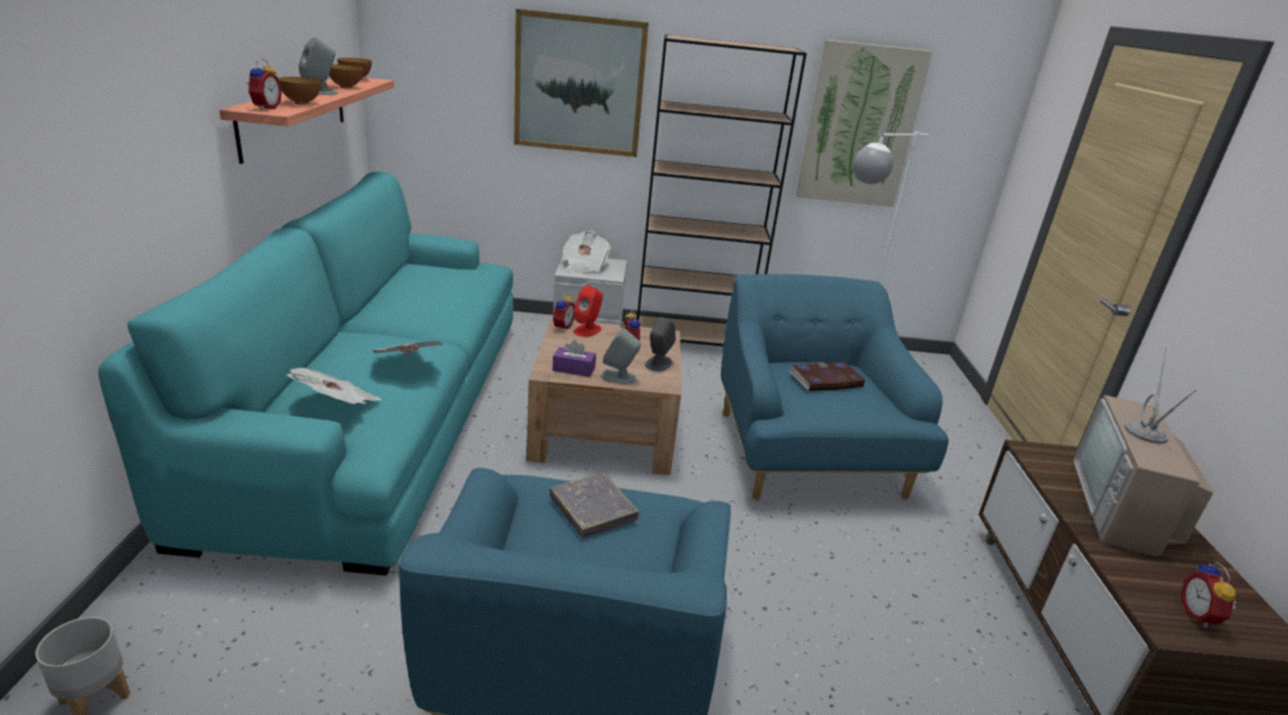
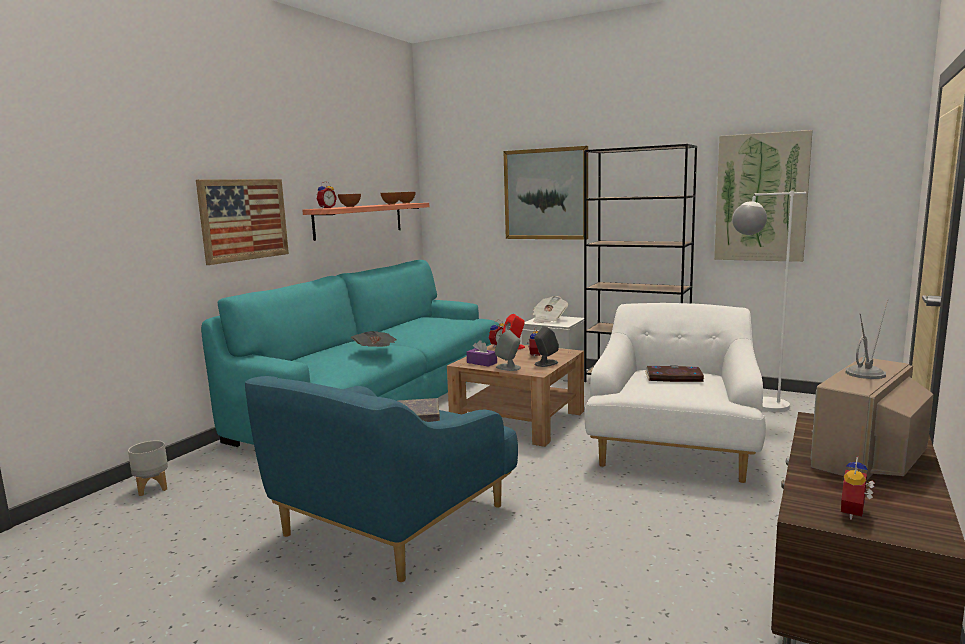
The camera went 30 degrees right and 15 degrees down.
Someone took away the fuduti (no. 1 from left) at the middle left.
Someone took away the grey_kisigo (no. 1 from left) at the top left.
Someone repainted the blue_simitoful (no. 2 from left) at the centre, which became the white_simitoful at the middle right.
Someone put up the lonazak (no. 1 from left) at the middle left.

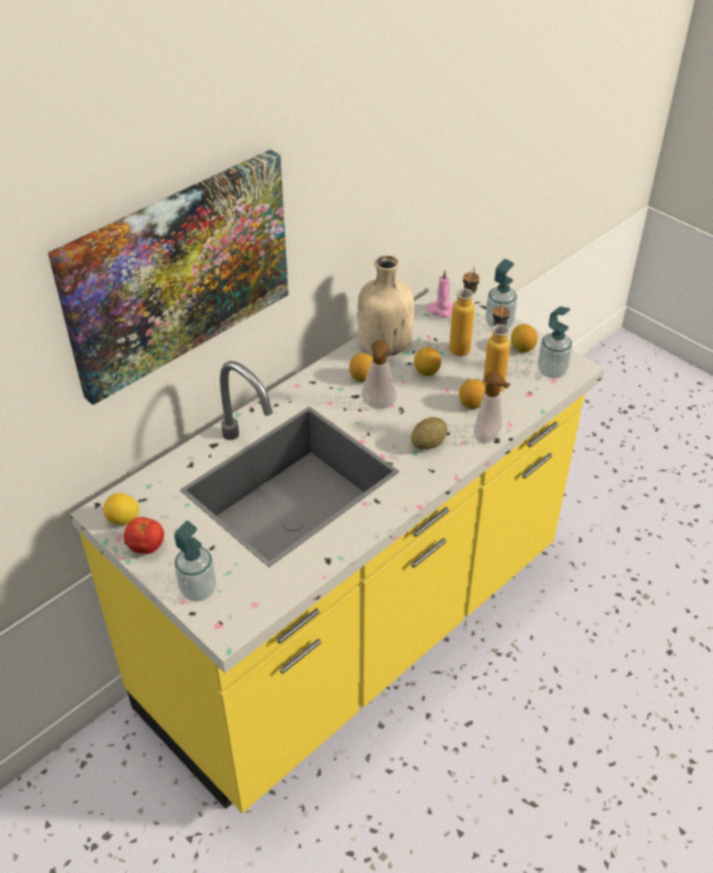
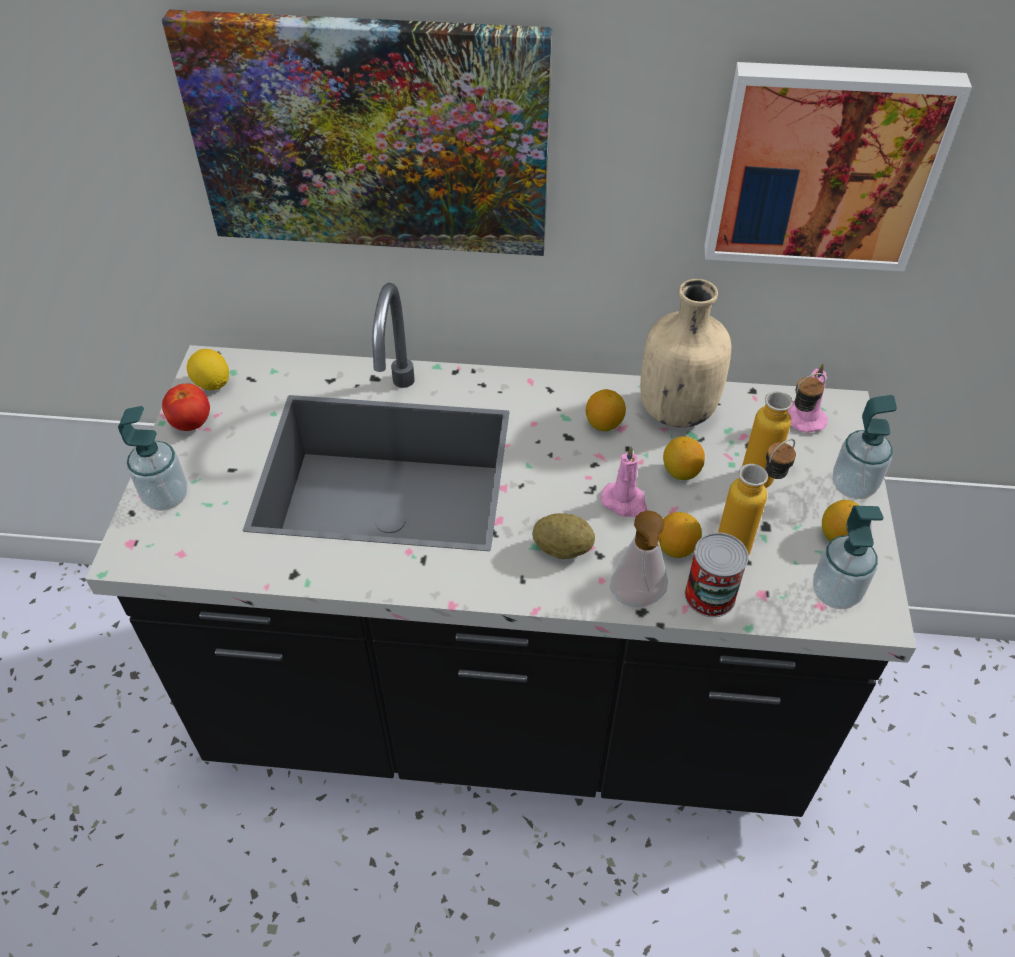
The camera went 50 degrees right and 5 degrees up.
Someone repainted the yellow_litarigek at the centre, which became the black_litarigek at the centre.
Someone took away the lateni (no. 2 from left) at the centre.
Someone put down the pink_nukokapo (no. 1 from left) at the centre.
Someone put down the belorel at the middle right.
Someone put up the lonazak (no. 2 from left) at the top right.

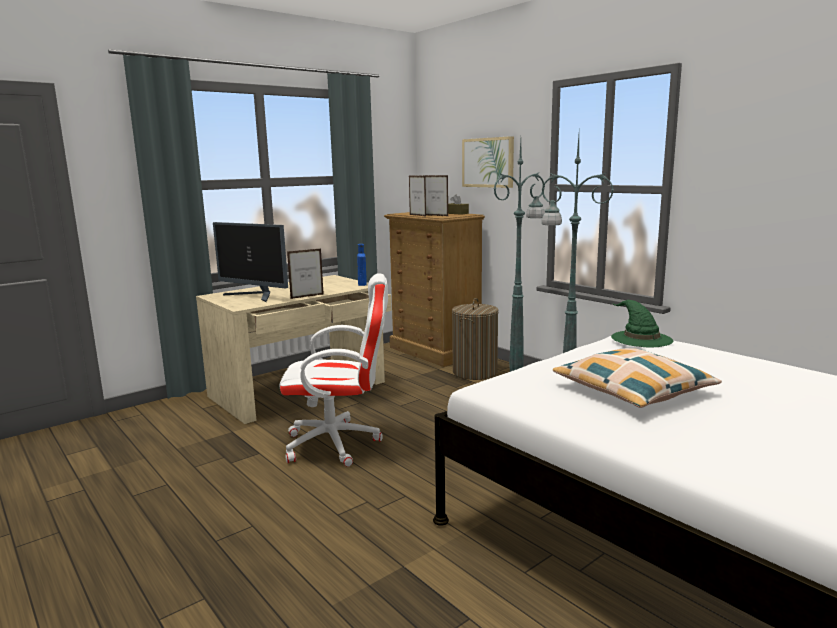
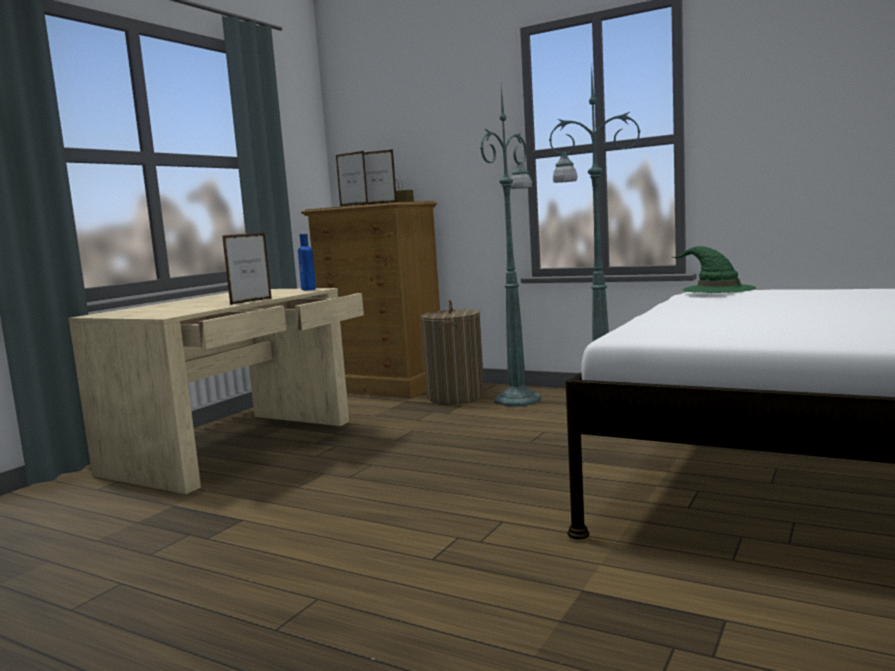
The camera went 20 degrees left and 5 degrees down.
Someone took away the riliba at the middle left.
Someone took away the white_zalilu at the centre.
Someone took away the lonazak at the top centre.
Someone took away the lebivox at the middle right.

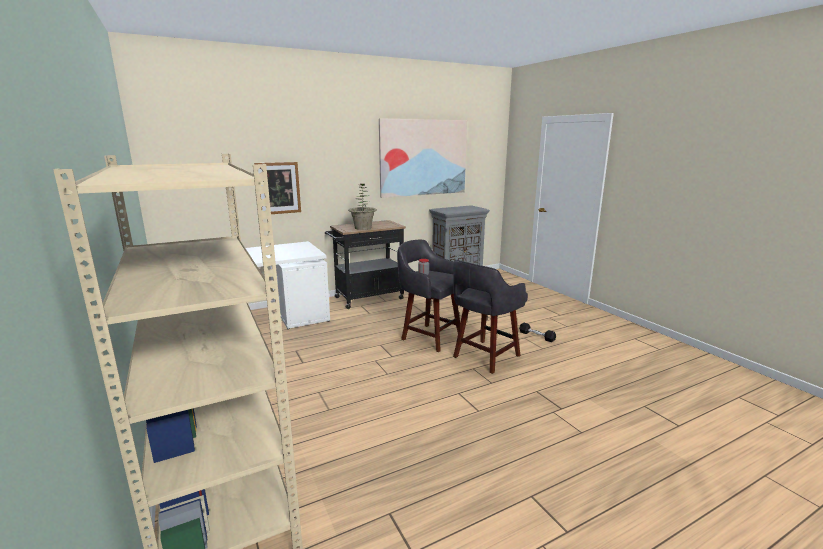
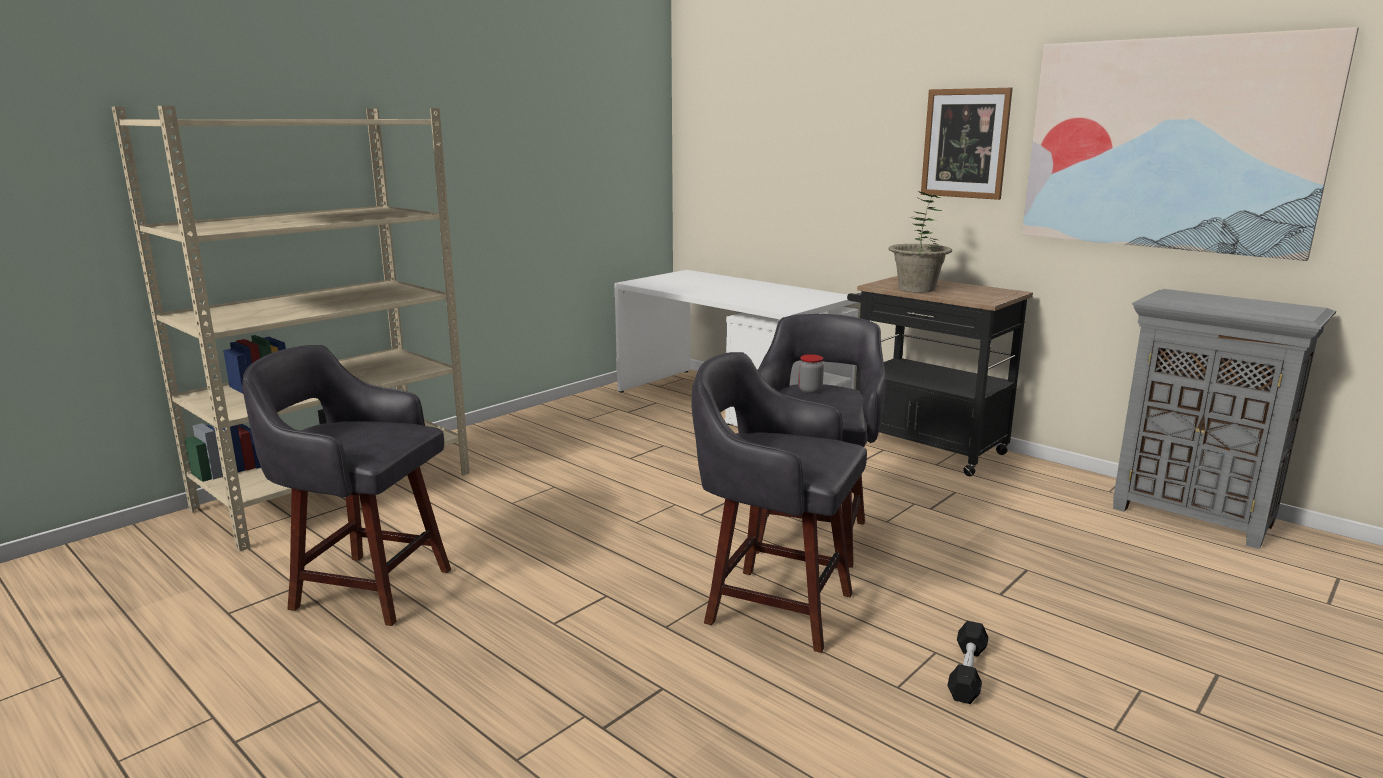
The camera went 70 degrees right and 0 degrees up.
Someone carried the lonazak (no. 1 from left) from the centre to the top right.
Someone put down the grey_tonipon (no. 1 from left) at the middle left.

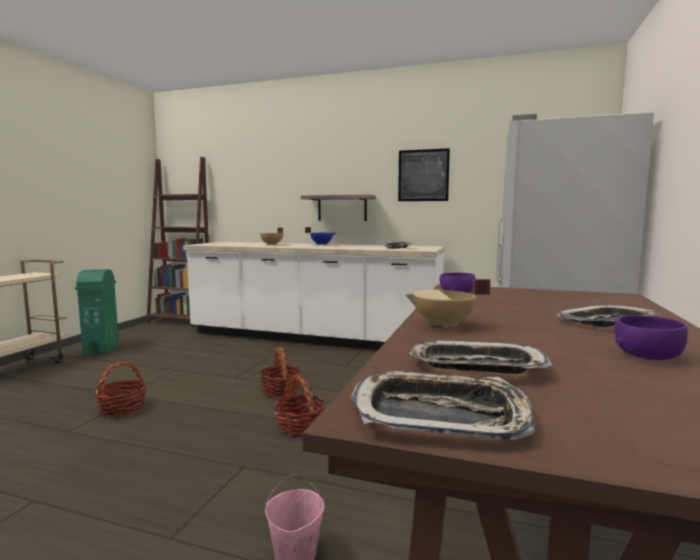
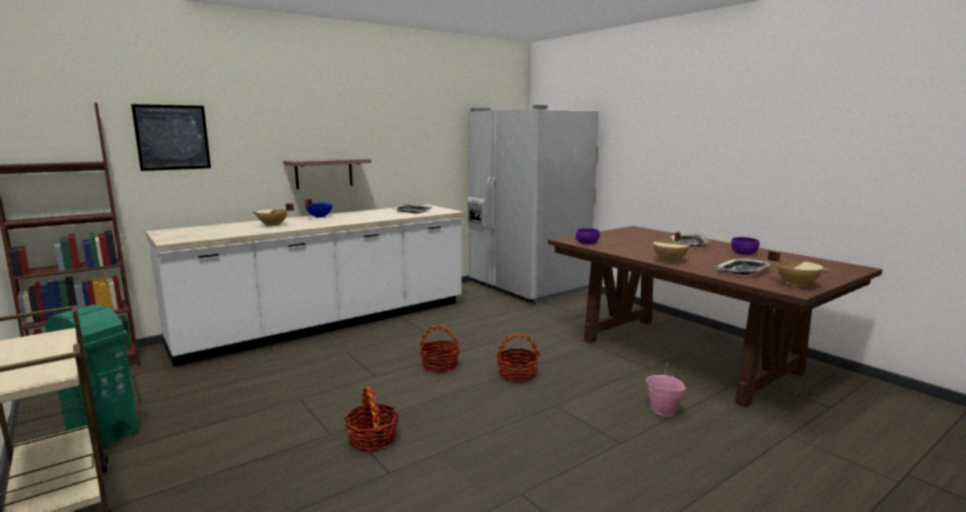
The camera went 55 degrees left and 5 degrees up.
Someone swapped the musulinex (no. 2 from left) at the bottom centre for the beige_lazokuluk (no. 3 from left) at the middle right.
Someone carried the lonazak from the top centre to the top left.

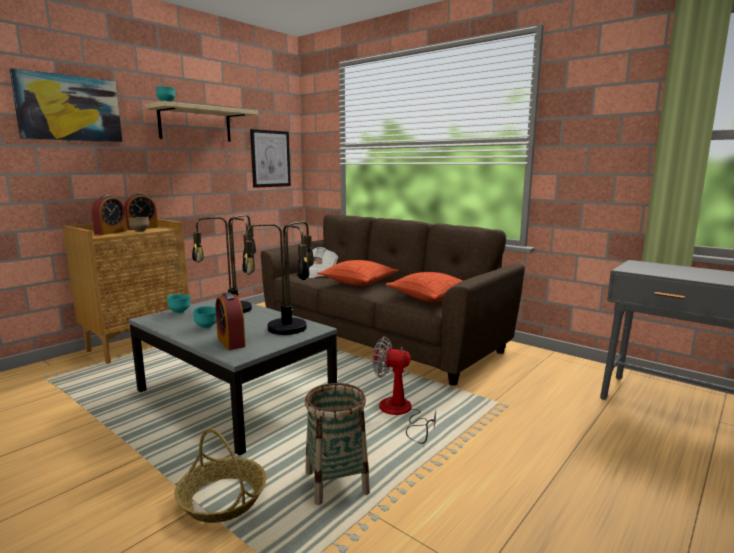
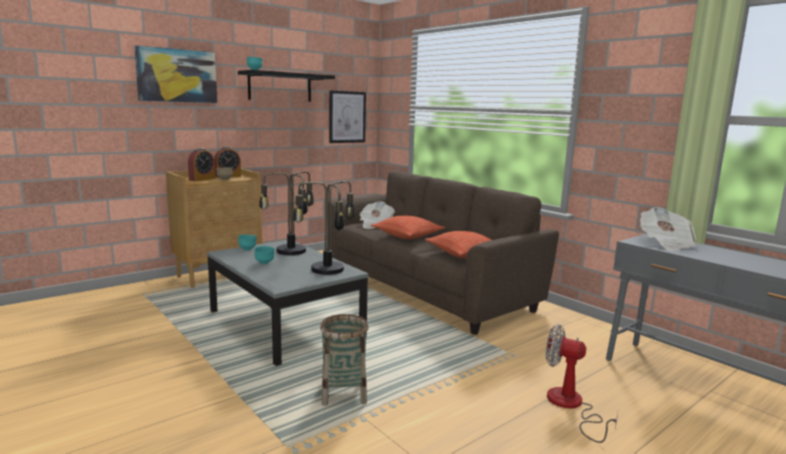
The camera went 10 degrees right and 0 degrees up.
Someone repainted the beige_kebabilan at the top left, which became the black_kebabilan at the top centre.
Someone took away the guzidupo (no. 1 from left) at the bottom left.
Someone took away the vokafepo (no. 3 from left) at the middle left.
Someone carried the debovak from the bottom centre to the bottom right.
Someone put down the fuduti (no. 2 from left) at the middle right.

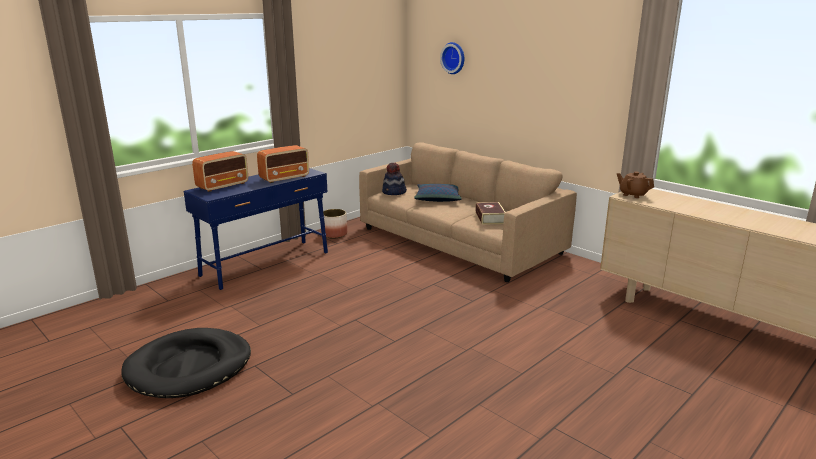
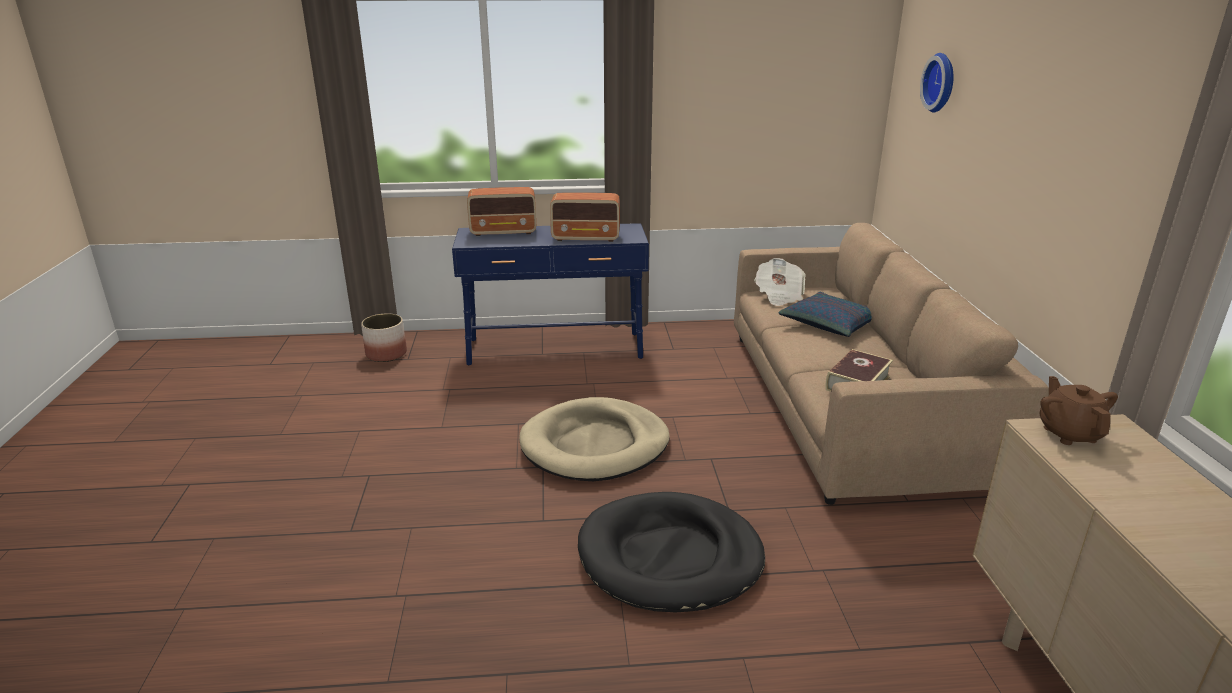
The camera went 40 degrees right and 5 degrees up.
Someone carried the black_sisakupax from the bottom left to the bottom centre.
Someone carried the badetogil from the centre to the middle left.
Someone swapped the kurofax at the centre for the fuduti at the centre.
Someone put down the beige_sisakupax at the centre.

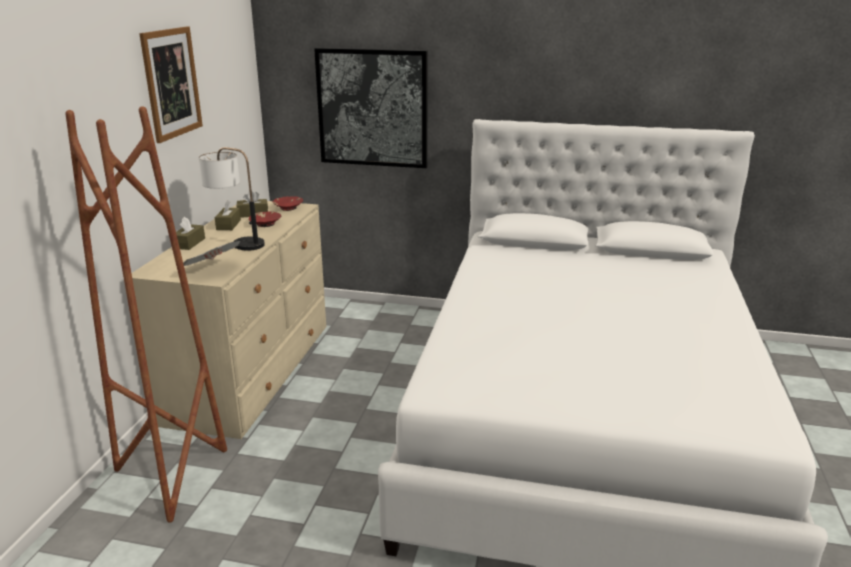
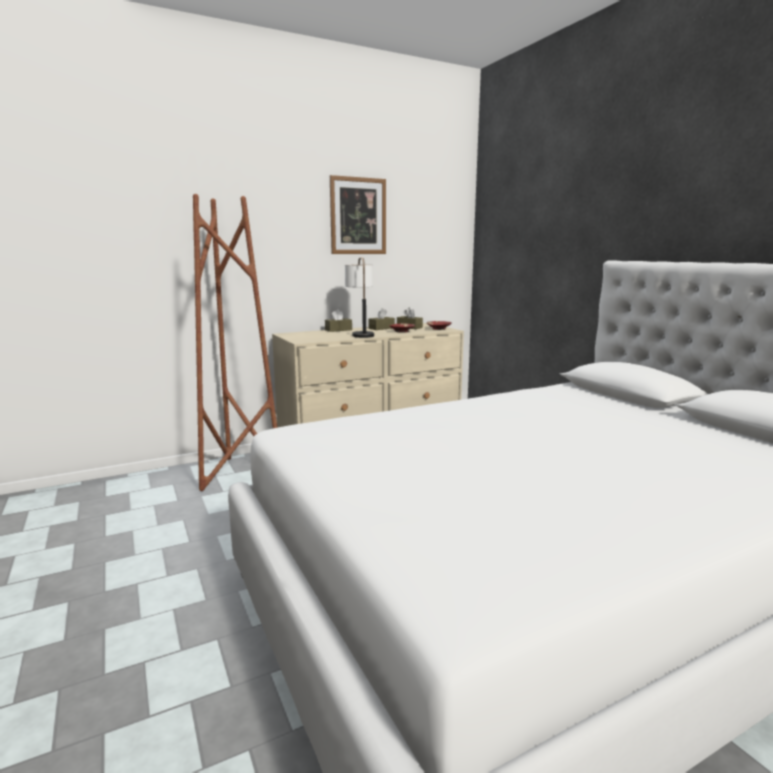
The camera went 50 degrees right and 10 degrees down.
Someone took away the fuduti at the middle left.
Someone took away the lonazak (no. 2 from left) at the top centre.

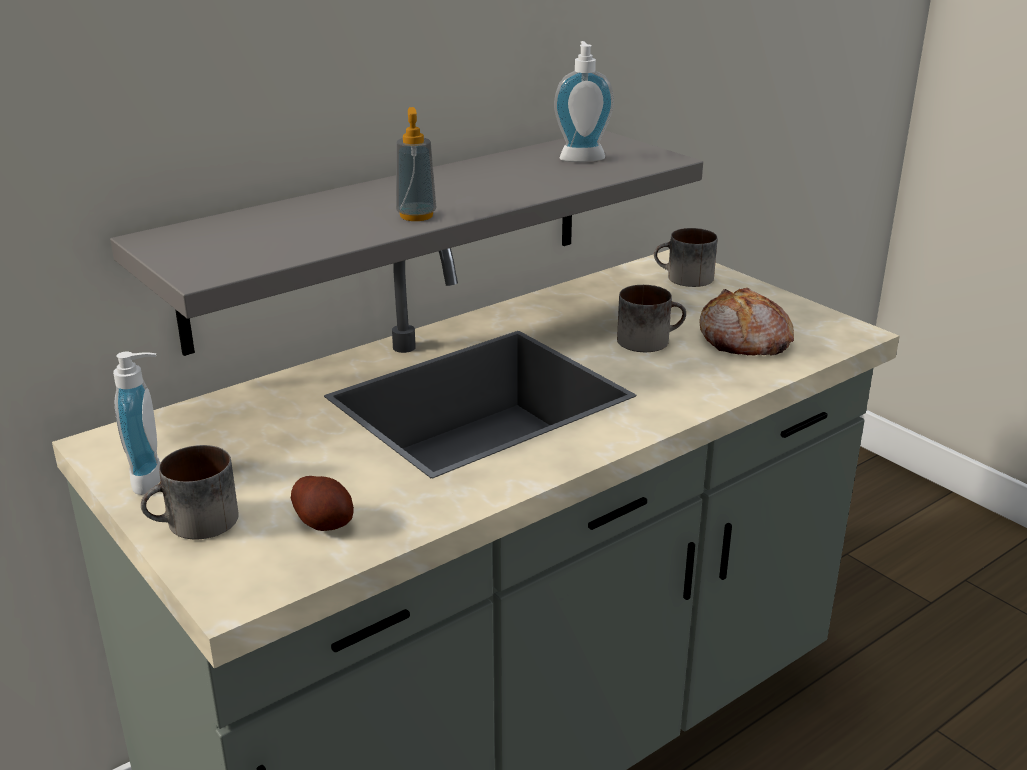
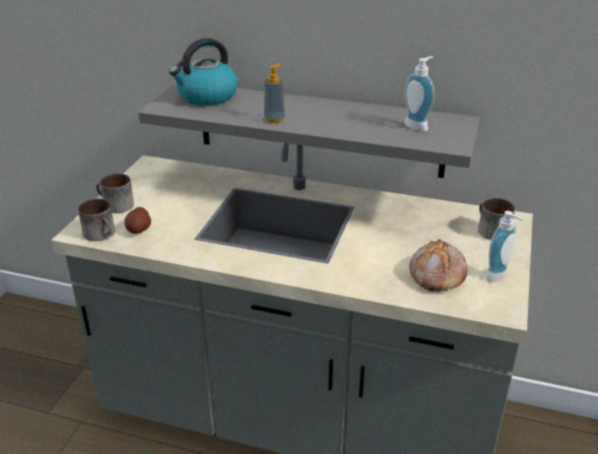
The camera went 55 degrees right and 5 degrees up.
Someone carried the lateni (no. 1 from left in the first image) from the middle left to the middle right.
Someone carried the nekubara (no. 2 from left in the first image) from the centre to the middle left.
Someone put down the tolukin at the top centre.

